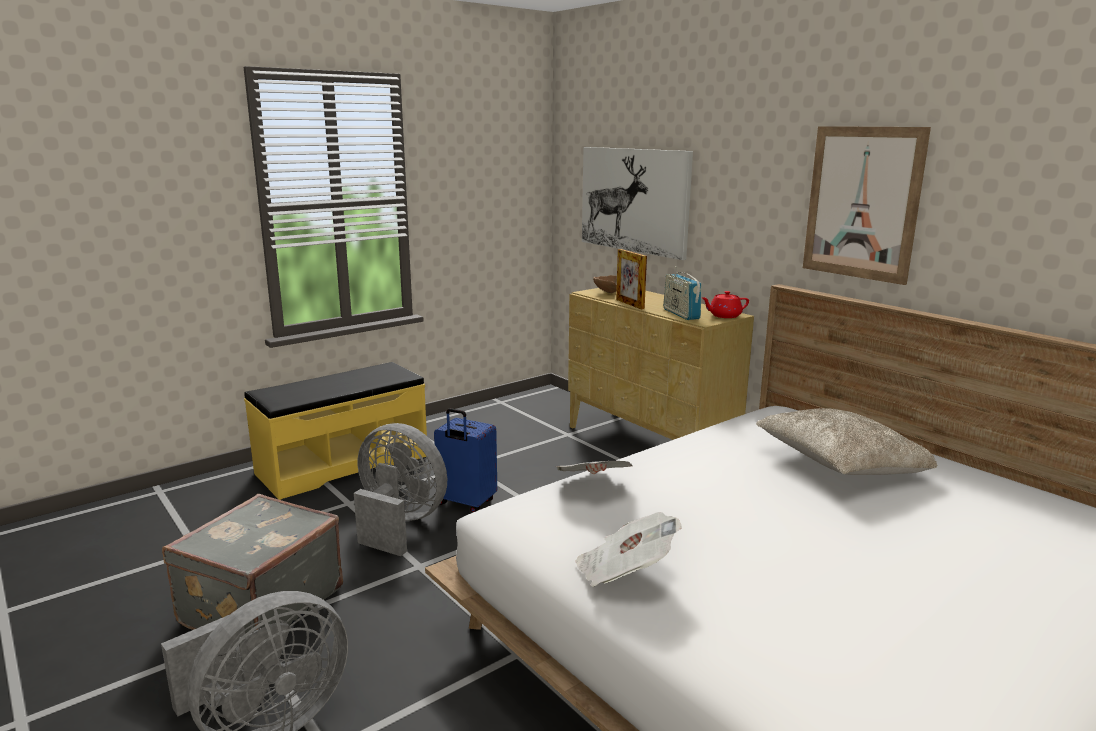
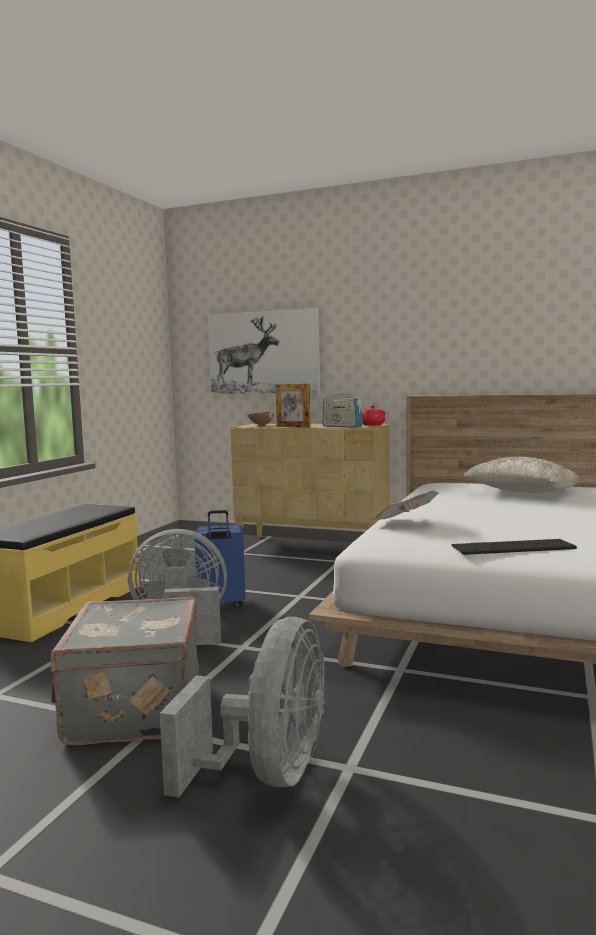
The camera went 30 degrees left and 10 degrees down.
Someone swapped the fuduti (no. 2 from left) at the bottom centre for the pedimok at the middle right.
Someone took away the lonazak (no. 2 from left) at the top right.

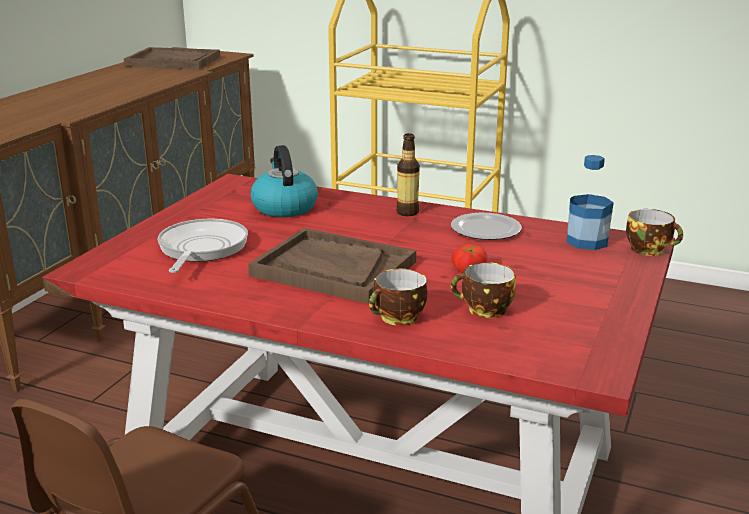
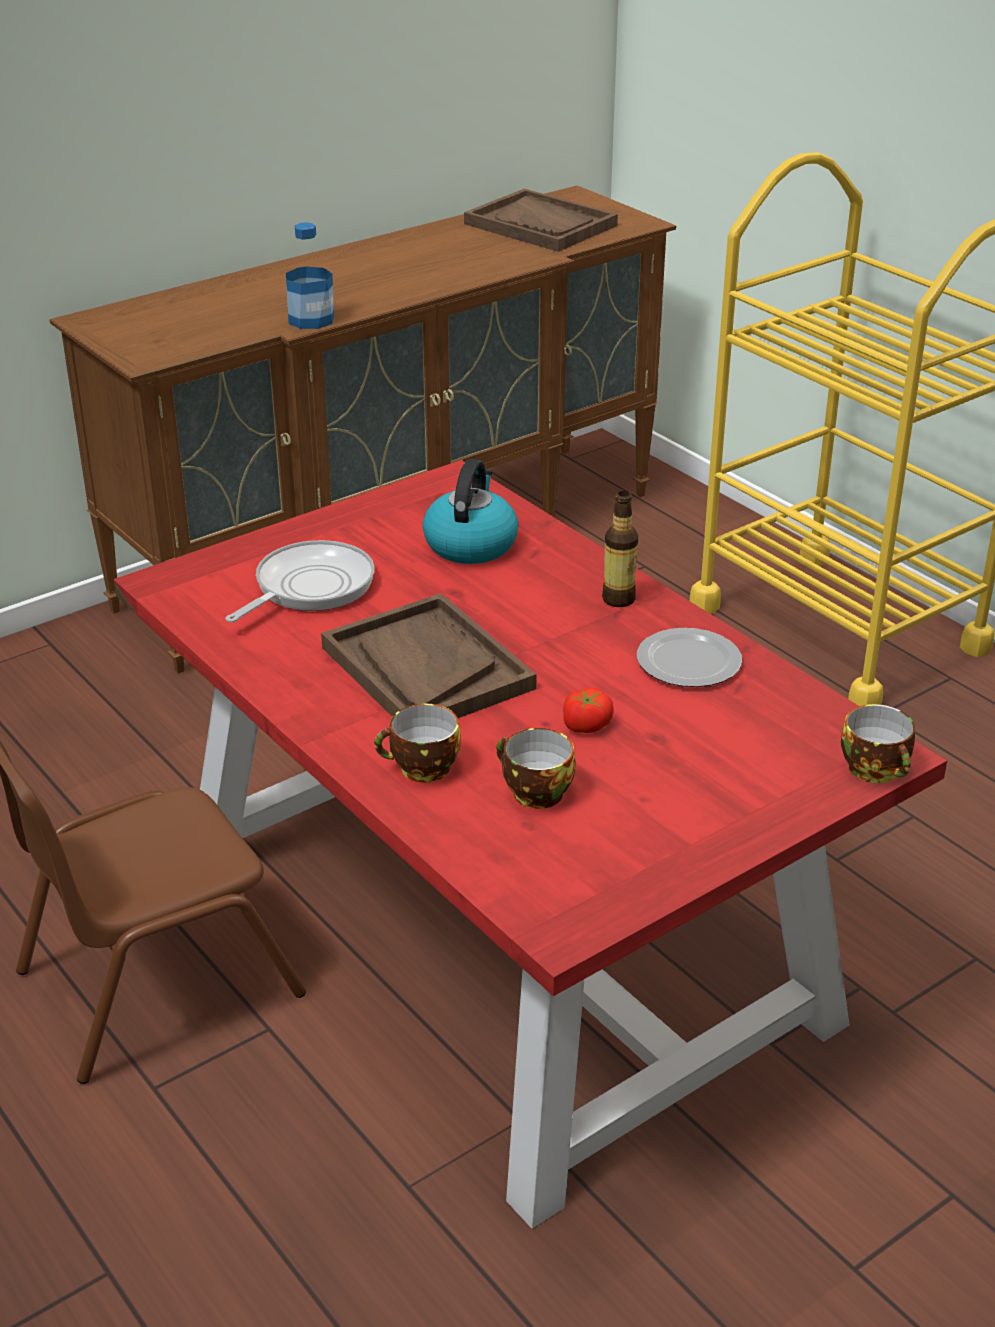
The camera went 30 degrees right and 10 degrees up.
Someone carried the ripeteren (no. 2 from left in the first image) from the middle right to the top left.

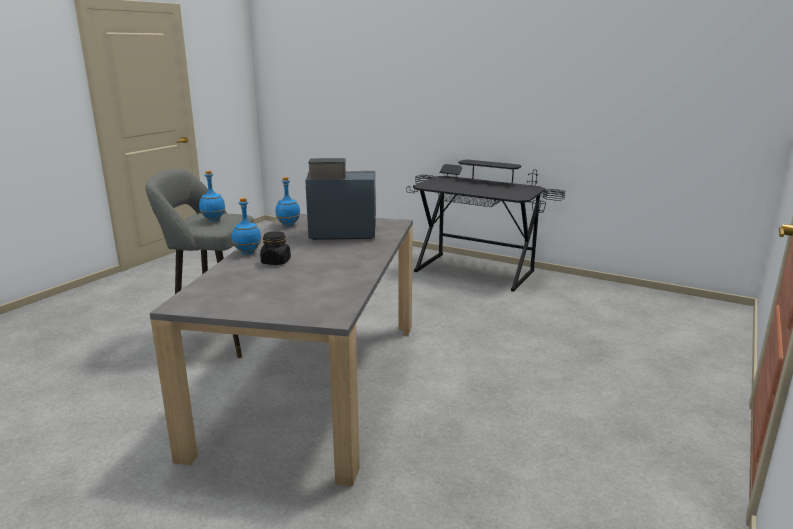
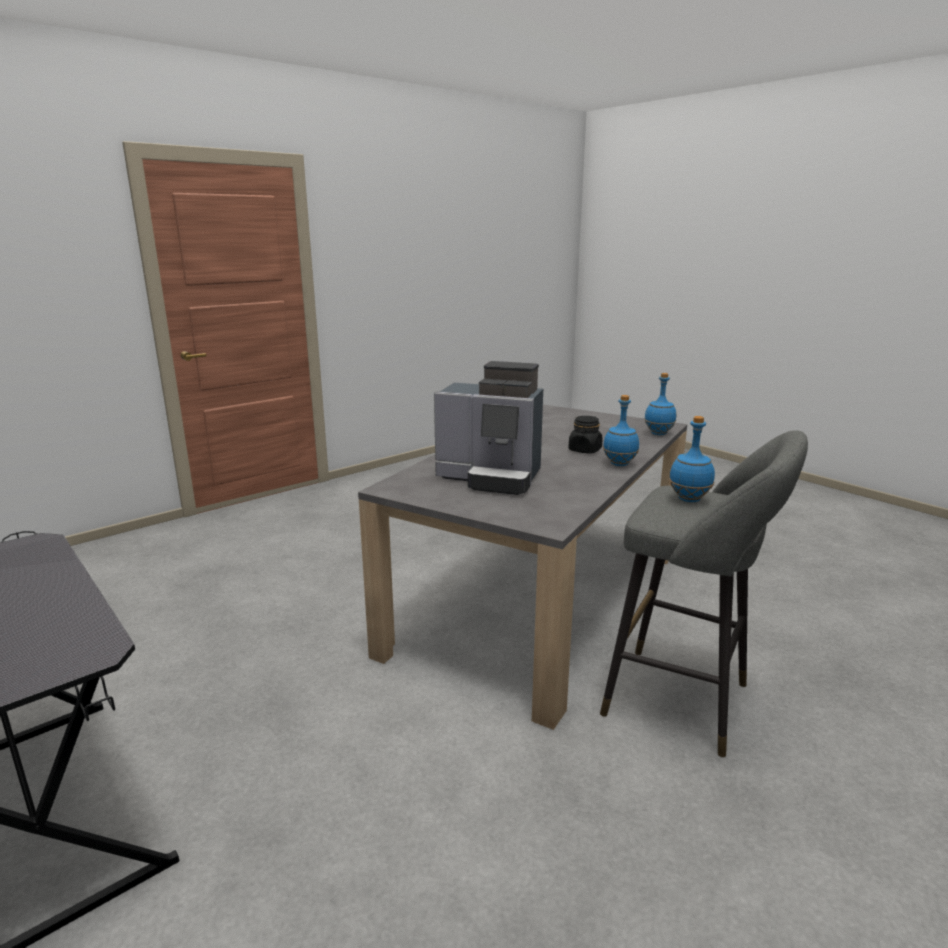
The camera went 160 degrees left and 0 degrees up.
Someone carried the blue_ripeteren (no. 3 from left in the first image) from the centre to the middle right.

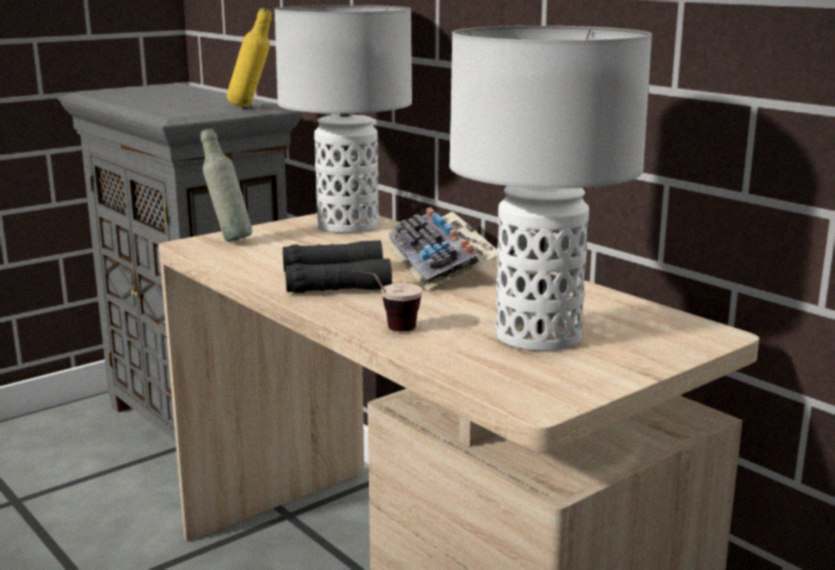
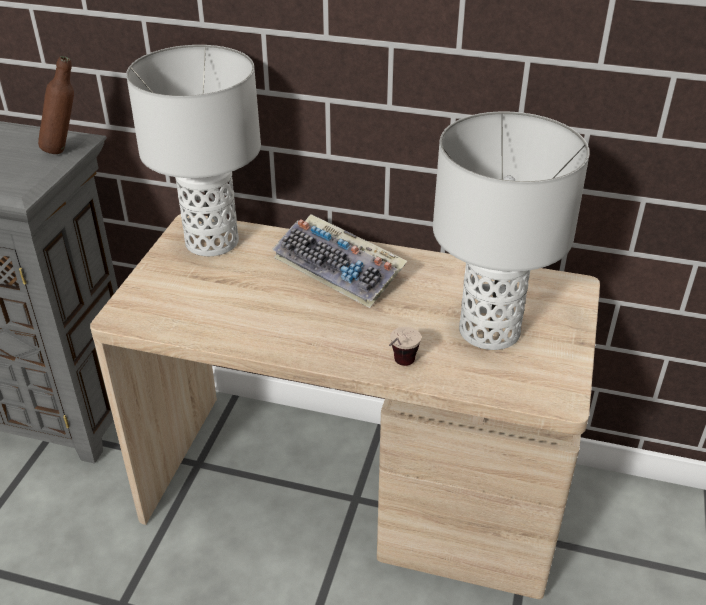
The camera went 35 degrees left and 20 degrees up.
Someone took away the grey_ripeteren at the top left.
Someone repainted the yellow_ripeteren at the top left, which became the brown_ripeteren at the top left.
Someone took away the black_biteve at the centre.

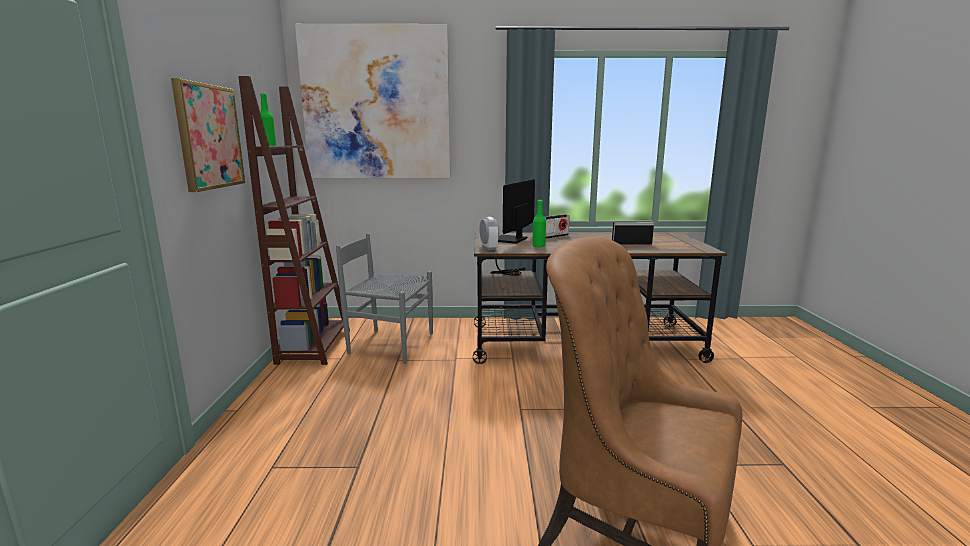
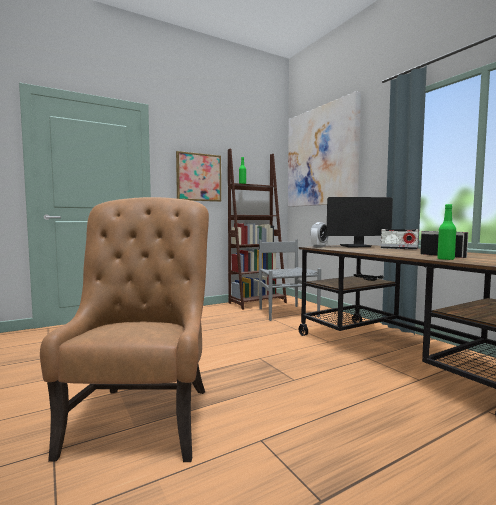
The camera went 60 degrees right and 10 degrees down.
Someone carried the green_ripeteren (no. 2 from left) from the centre to the middle right.

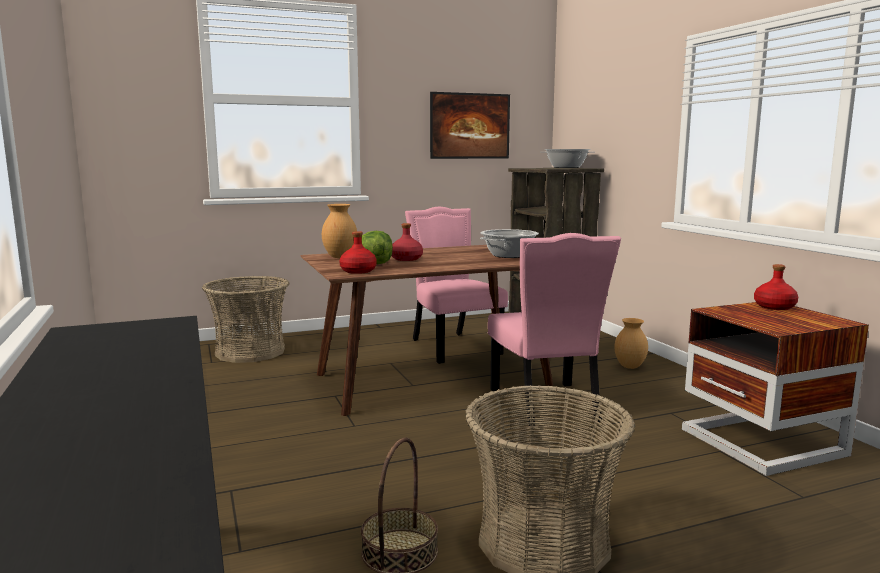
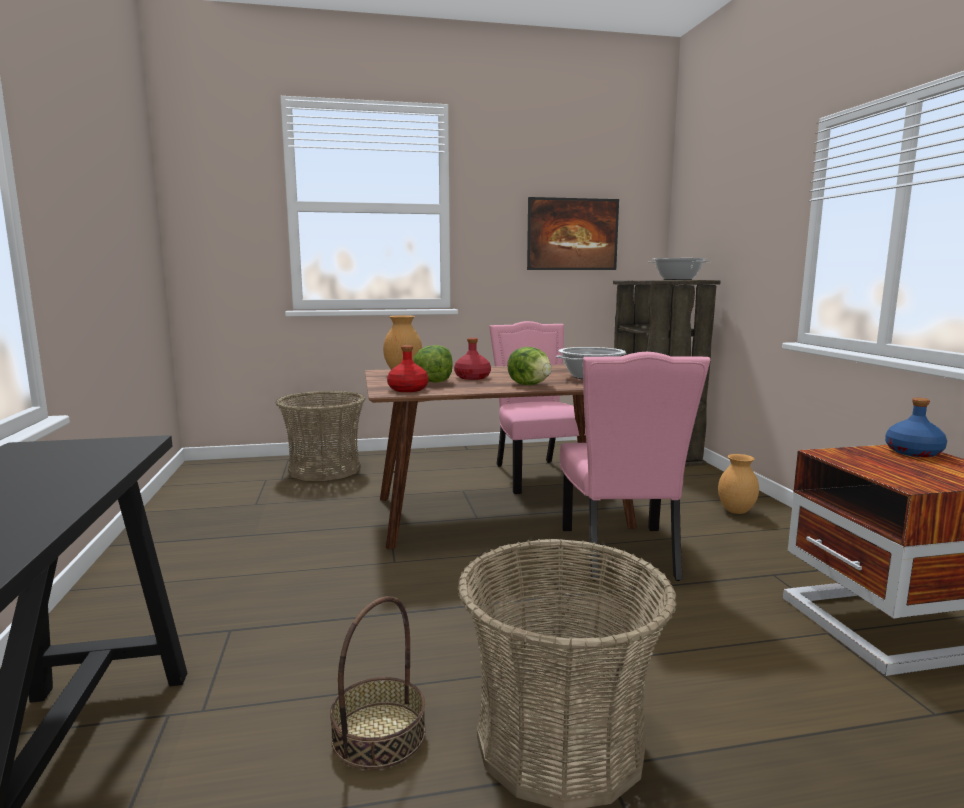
The camera went 10 degrees right and 0 degrees up.
Someone repainted the red_ripeteren (no. 3 from left) at the middle right, which became the blue_ripeteren at the middle right.
Someone put down the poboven (no. 2 from left) at the centre.

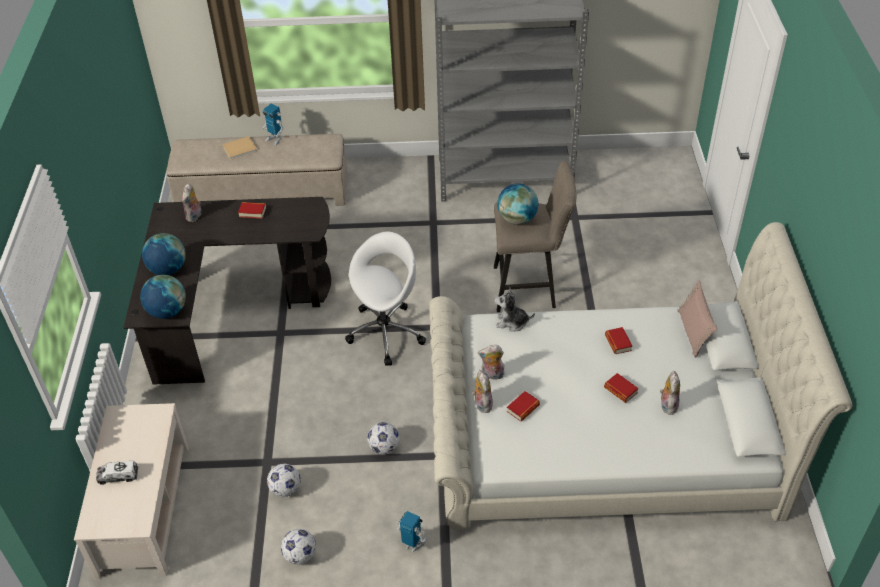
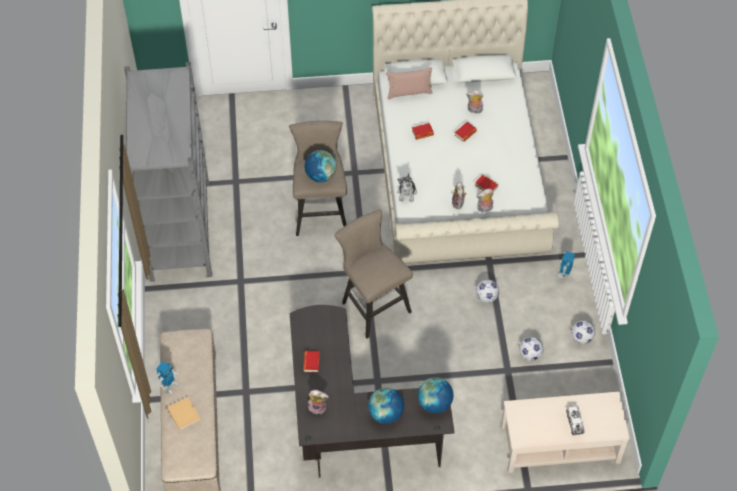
The camera went 95 degrees left and 10 degrees up.
Someone swapped the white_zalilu at the centre for the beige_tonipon (no. 2 from left) at the centre.

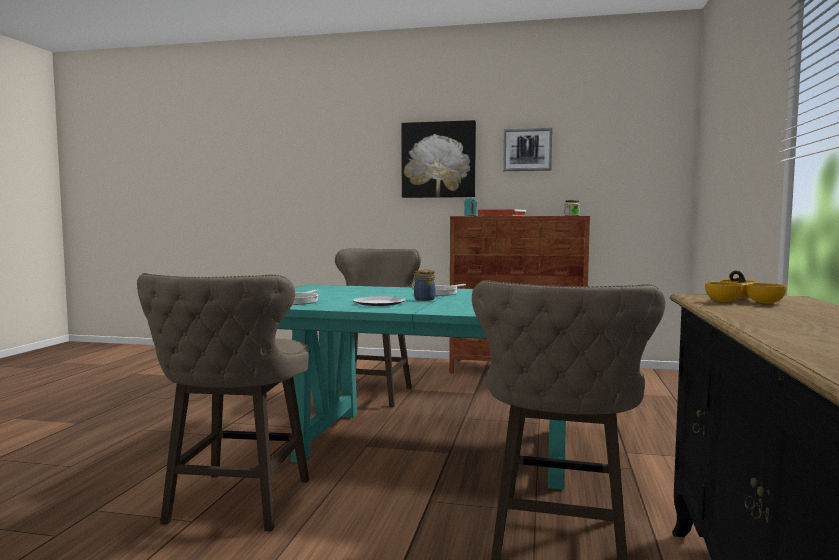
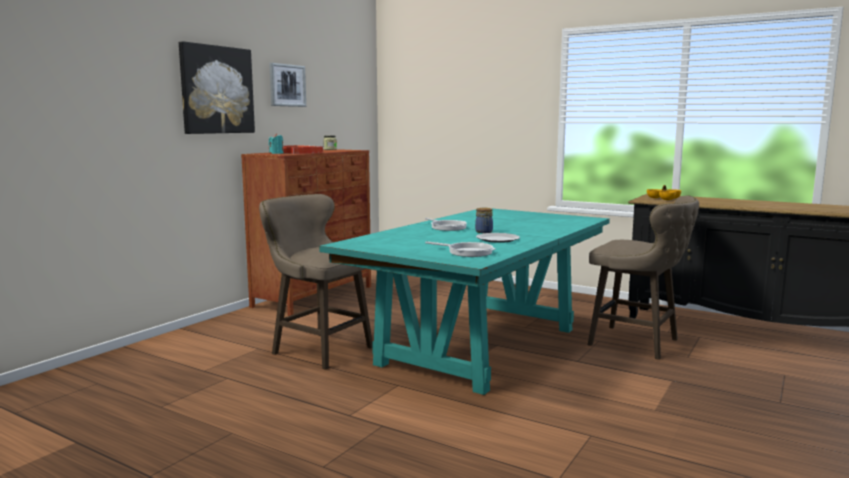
The camera went 70 degrees left and 5 degrees up.
Someone took away the beige_tonipon (no. 1 from left) at the bottom left.

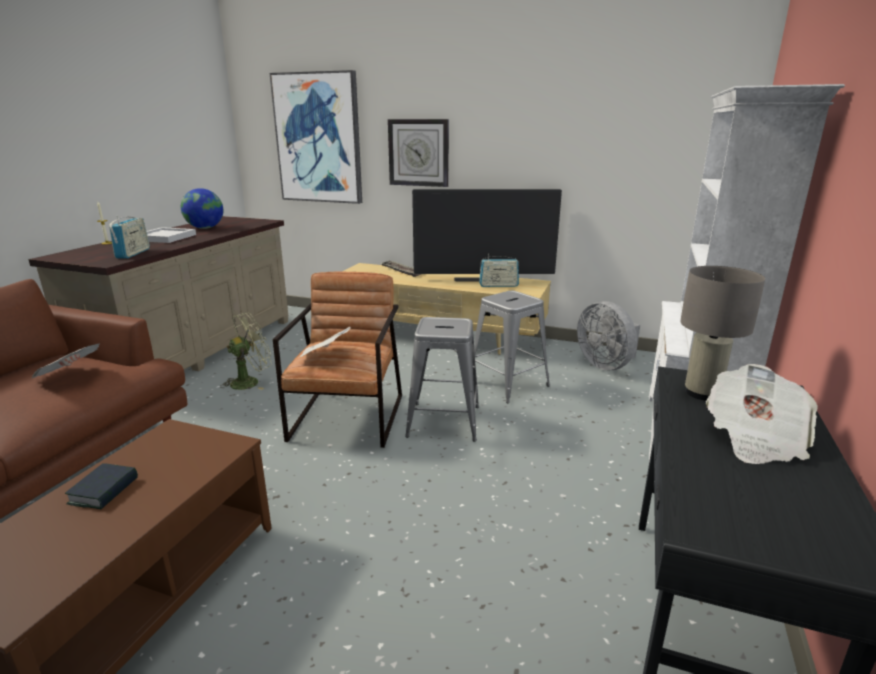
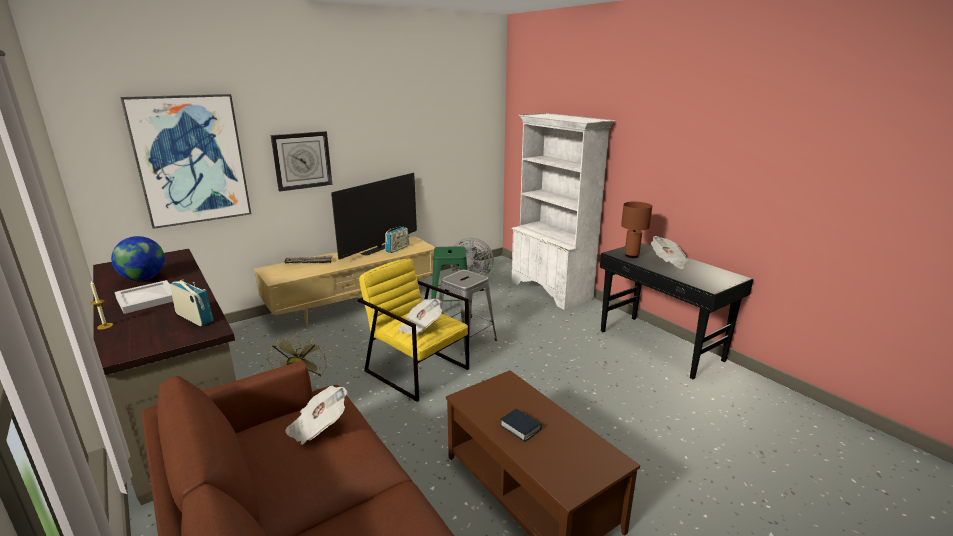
The camera went 55 degrees left and 0 degrees up.
Someone repainted the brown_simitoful at the centre, which became the yellow_simitoful at the centre.
Someone repainted the grey_tonipon (no. 2 from left) at the centre, which became the green_tonipon at the centre.
Someone repainted the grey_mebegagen at the middle right, which became the brown_mebegagen at the middle right.

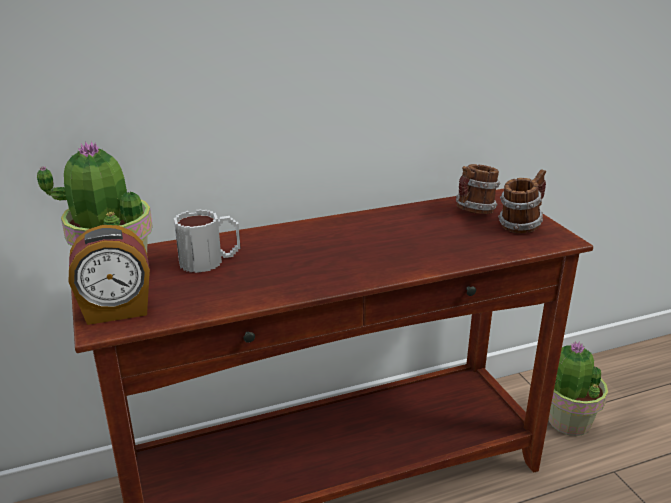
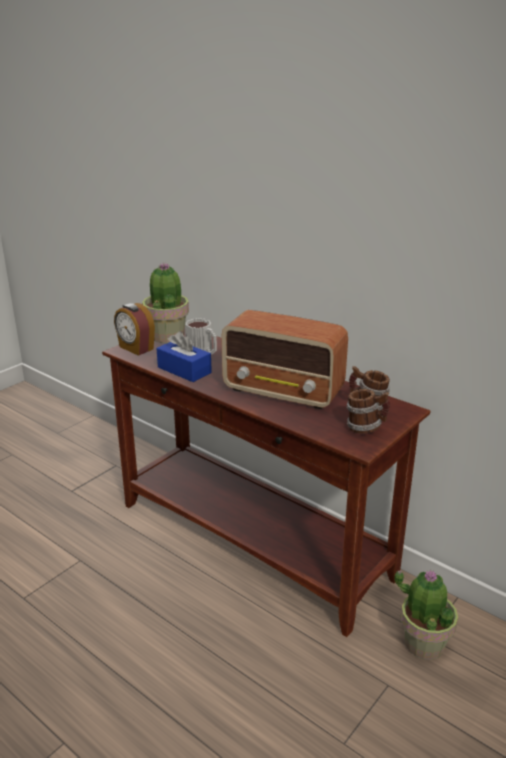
The camera went 60 degrees right and 0 degrees up.
Someone put down the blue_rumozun at the centre.
Someone put down the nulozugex at the centre.

